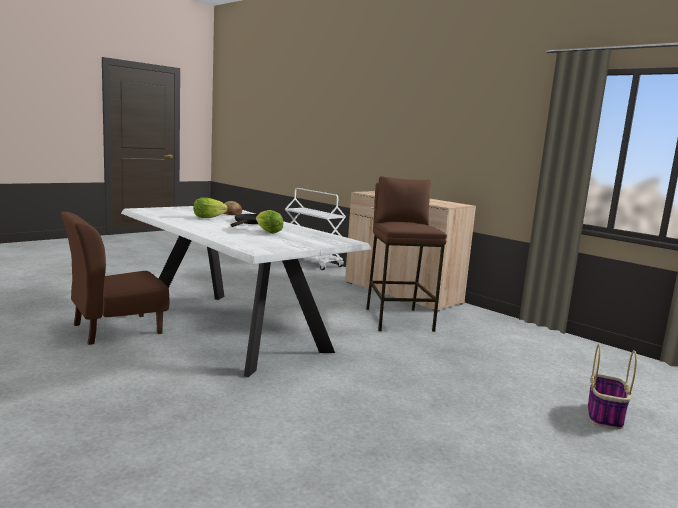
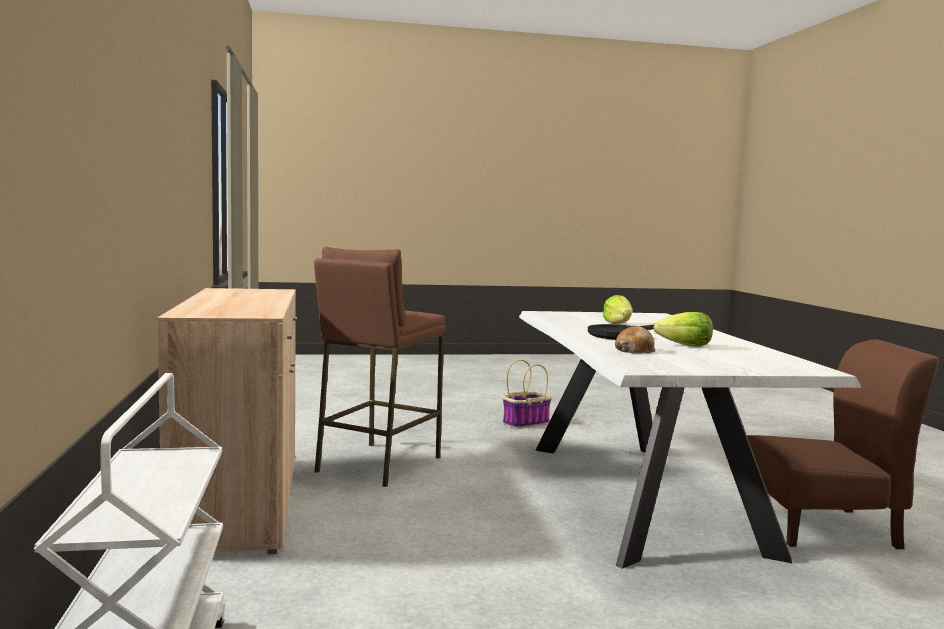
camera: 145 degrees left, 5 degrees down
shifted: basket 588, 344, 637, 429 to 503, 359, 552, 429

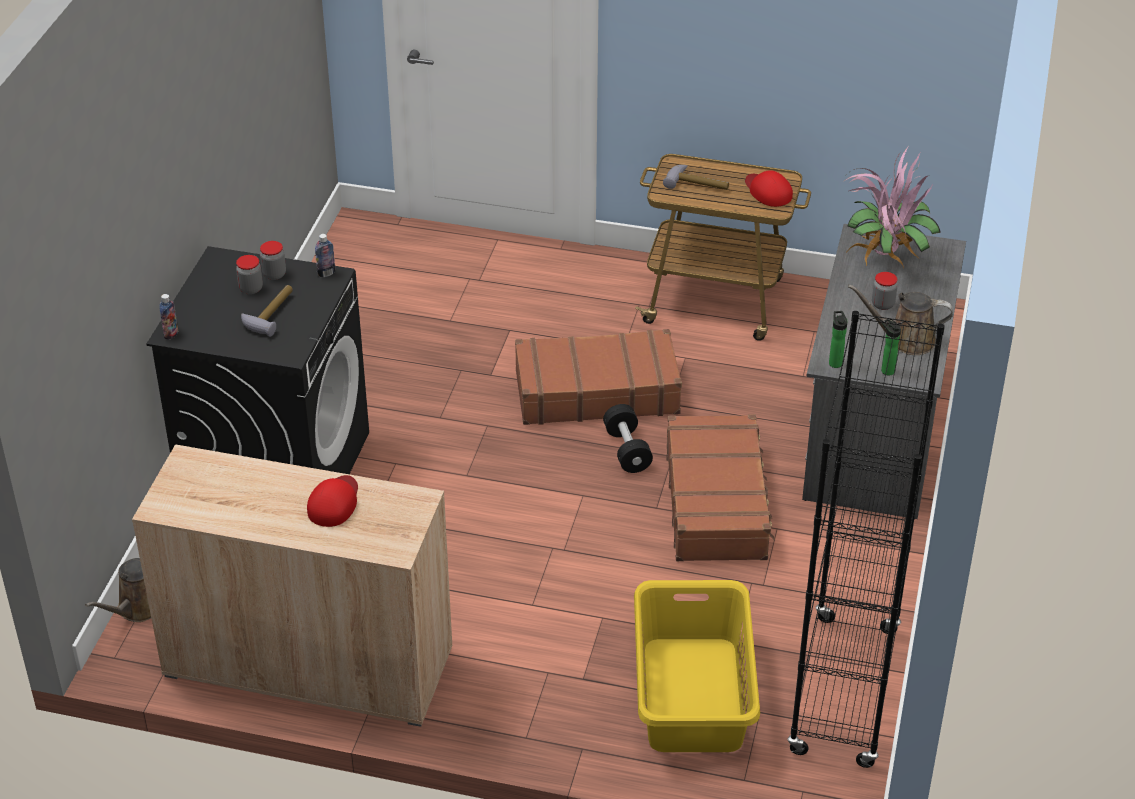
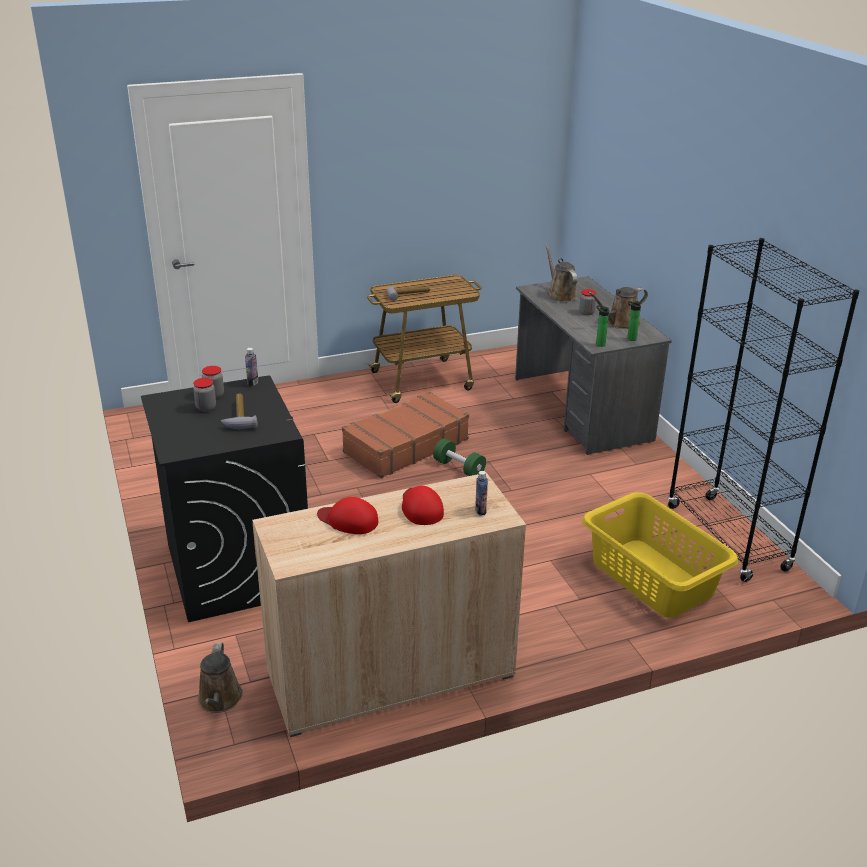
camera: 35 degrees left, 10 degrees down
gone: suitcase/brown 667, 414, 775, 561
shifted: cap/red 745, 170, 793, 207 to 317, 497, 378, 534; bottle 159, 294, 178, 340 to 475, 471, 488, 516
swapped: potted plant 843, 147, 941, 268 to watering can/brown 545, 244, 577, 302
repainted: dumbbell/black 603, 404, 653, 473 to dumbbell/green 433, 438, 486, 476

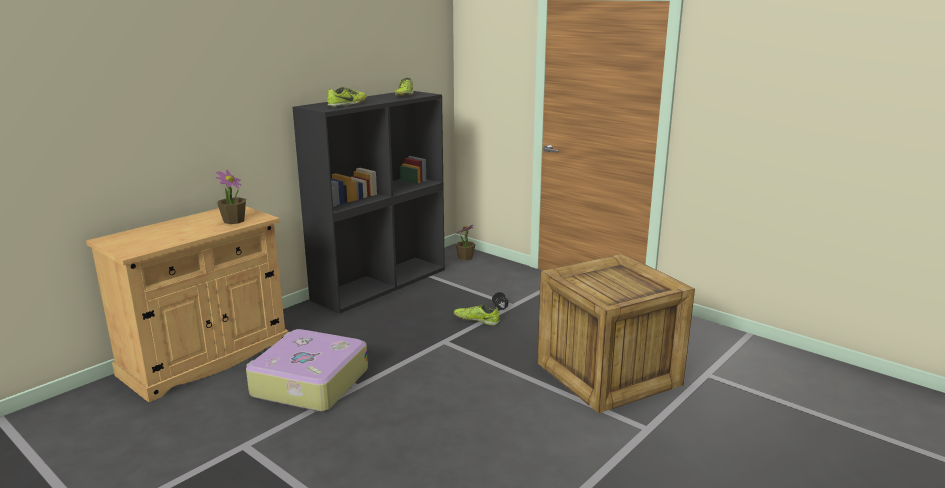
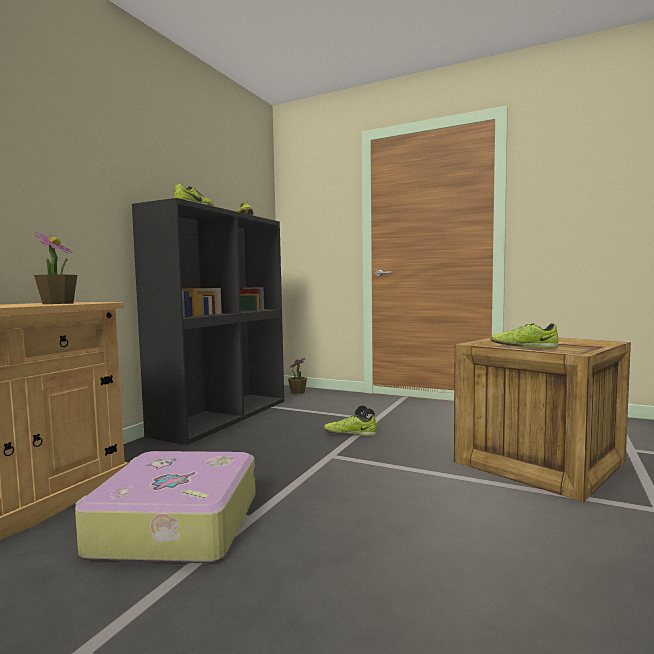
camera: 15 degrees left, 15 degrees down
new: shoe 490, 323, 558, 348

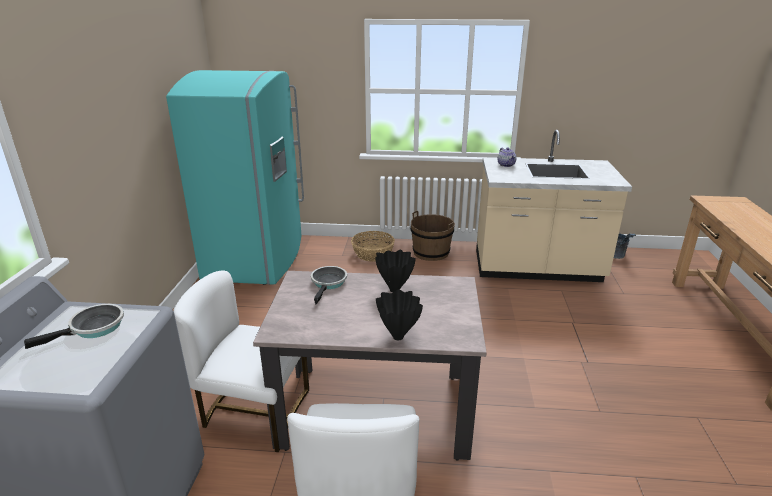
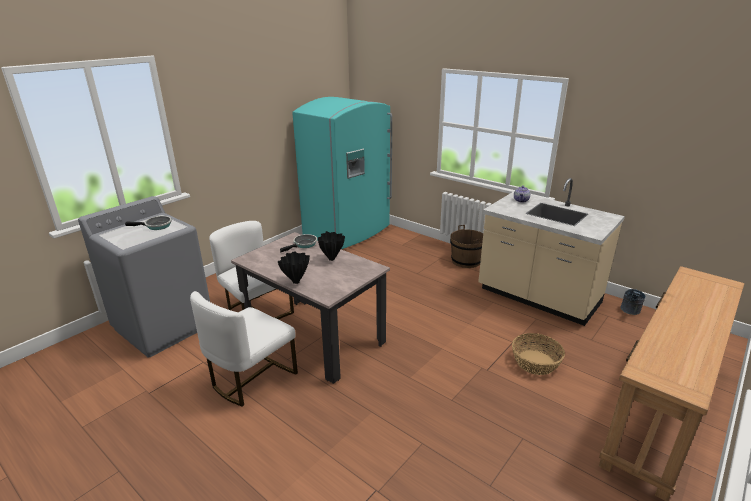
camera: 35 degrees right, 0 degrees up
shifted: basket 351, 231, 395, 262 to 512, 333, 565, 375

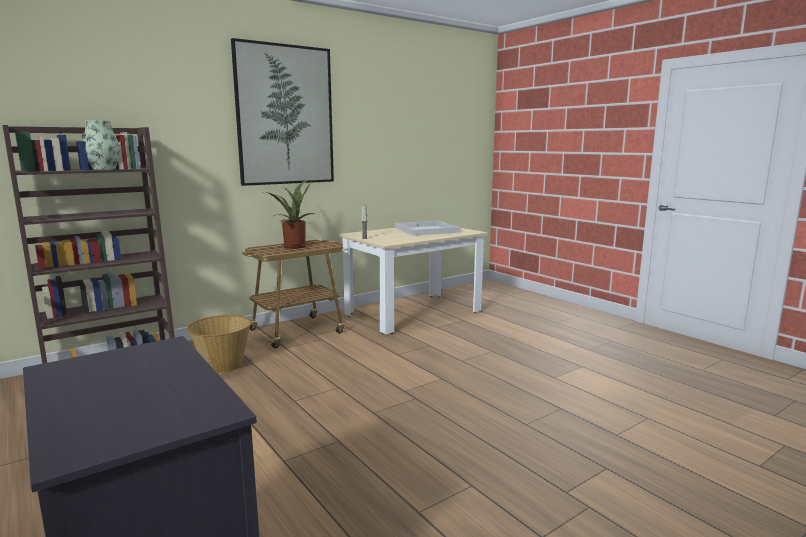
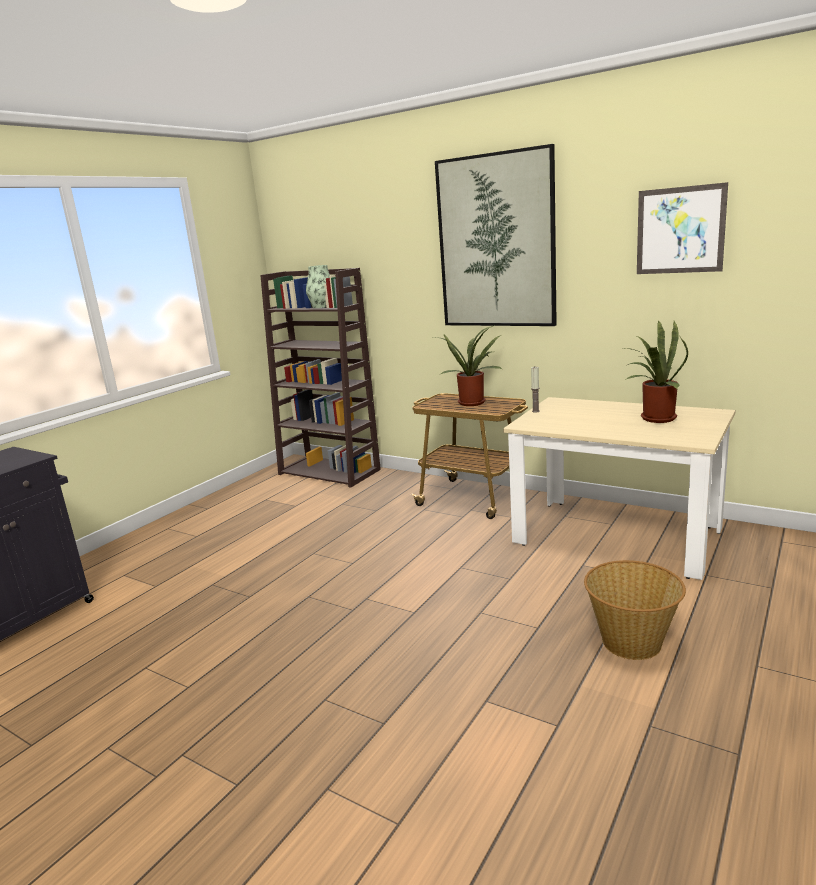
camera: 70 degrees right, 5 degrees up
new: picture 637, 182, 728, 274
shifted: basket 187, 315, 252, 373 to 584, 560, 686, 660
swapped: tray/white 395, 221, 461, 236 to potted plant 625, 321, 688, 423

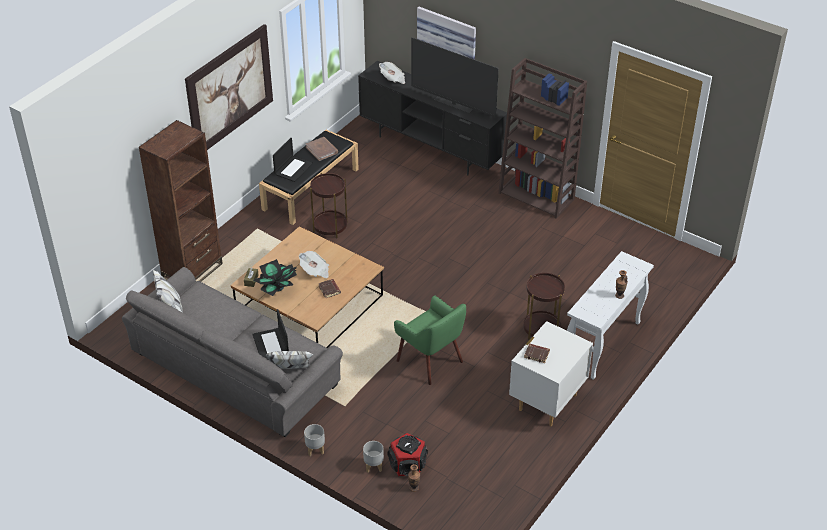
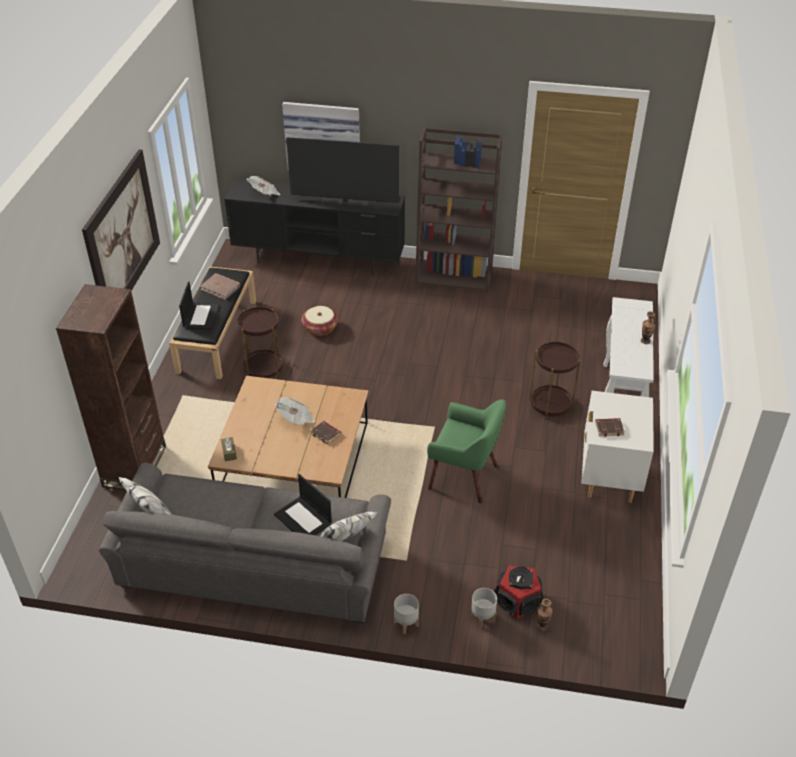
camera: 25 degrees left, 0 degrees up
gone: potted plant 253, 259, 297, 296
new: basket 302, 306, 338, 336

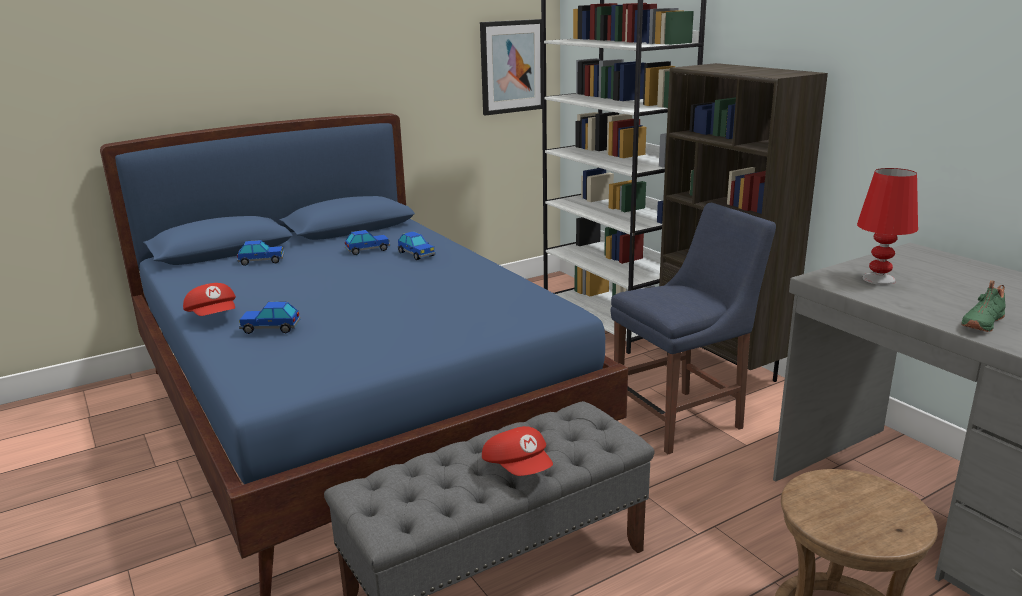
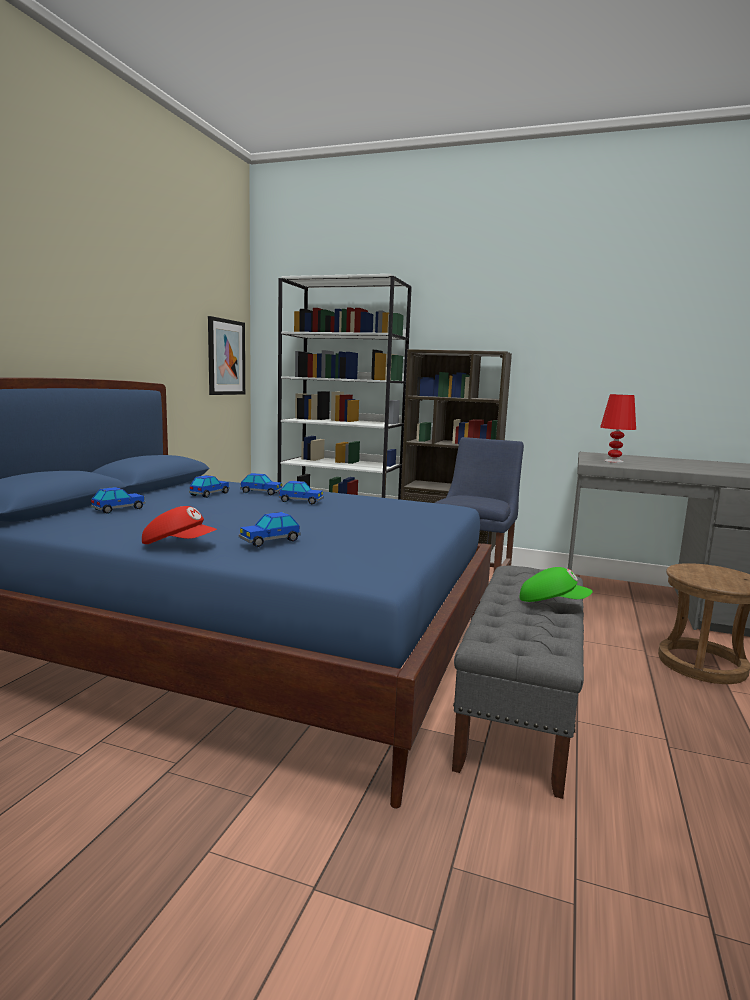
camera: 40 degrees left, 10 degrees down
gone: shoe/green 961, 280, 1006, 332
new: toy car 279, 481, 324, 505
repainted: cap/red 482, 426, 553, 476 to cap/green 519, 567, 593, 602

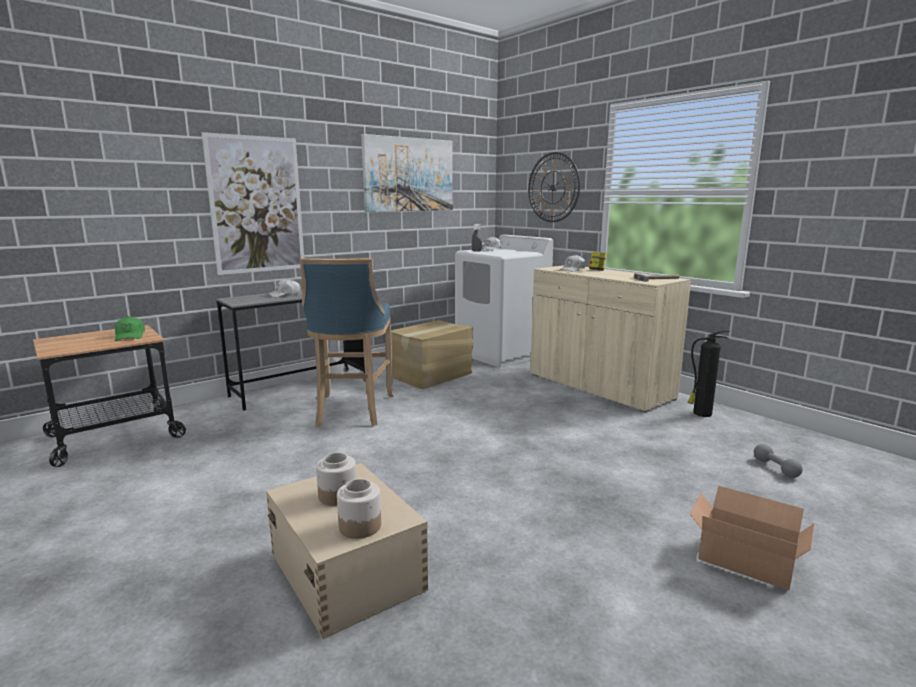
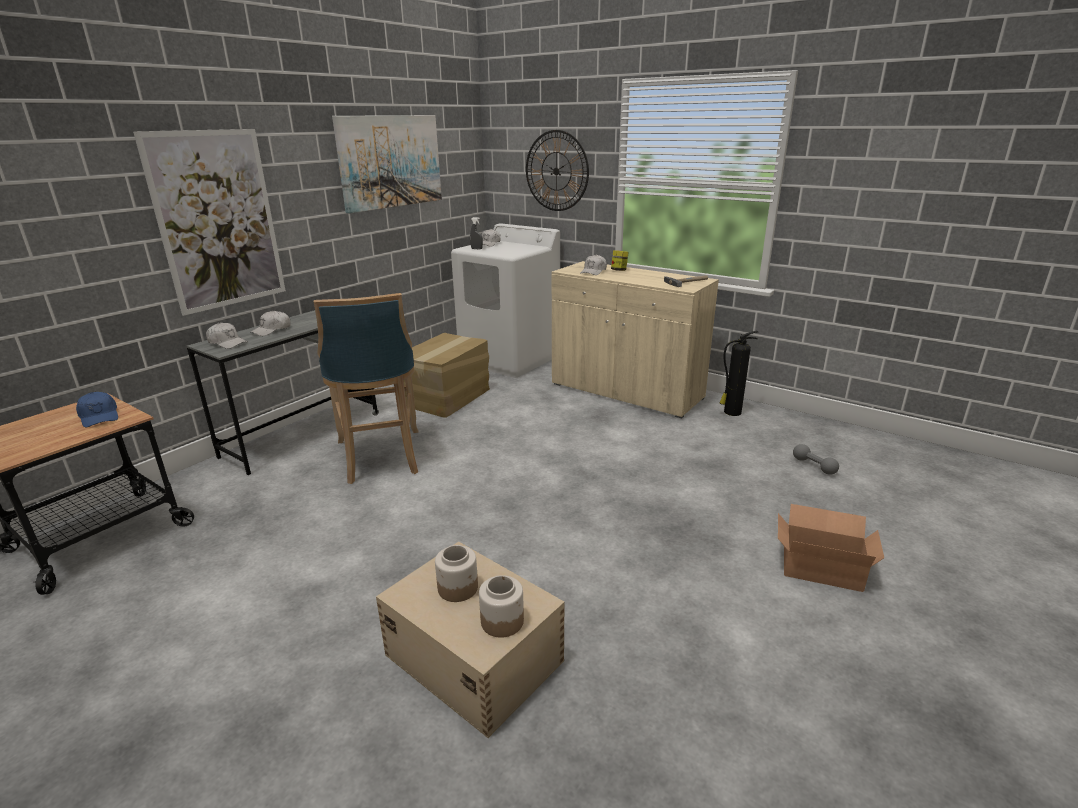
camera: 15 degrees left, 10 degrees up
new: cap/white 206, 323, 248, 349
repainted: cap/green 115, 316, 145, 341 to cap/blue 76, 392, 118, 427

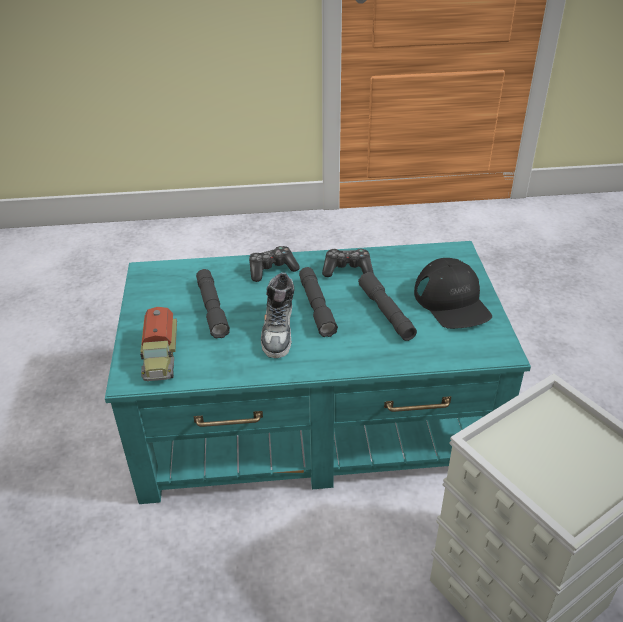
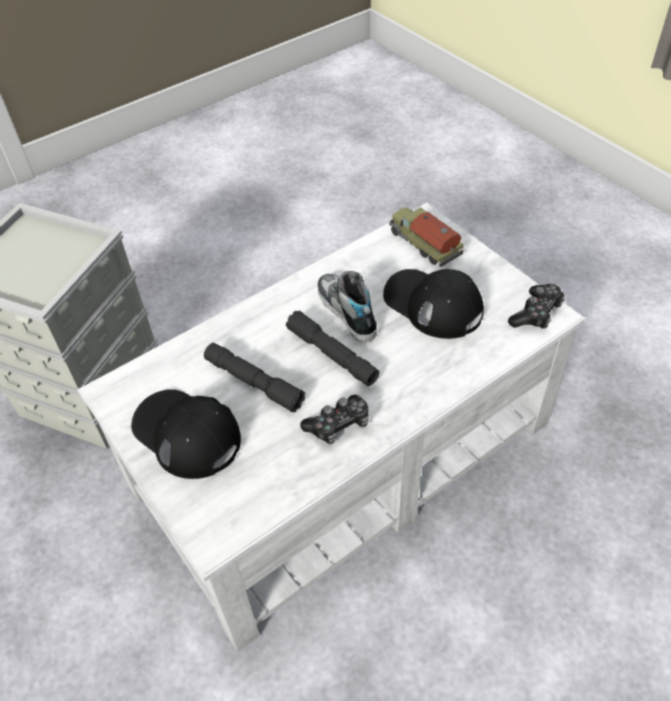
camera: 150 degrees right, 10 degrees up
shifted: game controller 249, 246, 300, 282 to 508, 284, 565, 329
swapped: flashlight/grey 196, 269, 230, 338 to cap/black 383, 269, 484, 339
repainted: coffee table/turquoise 105, 241, 531, 504 to coffee table/white 77, 203, 585, 652

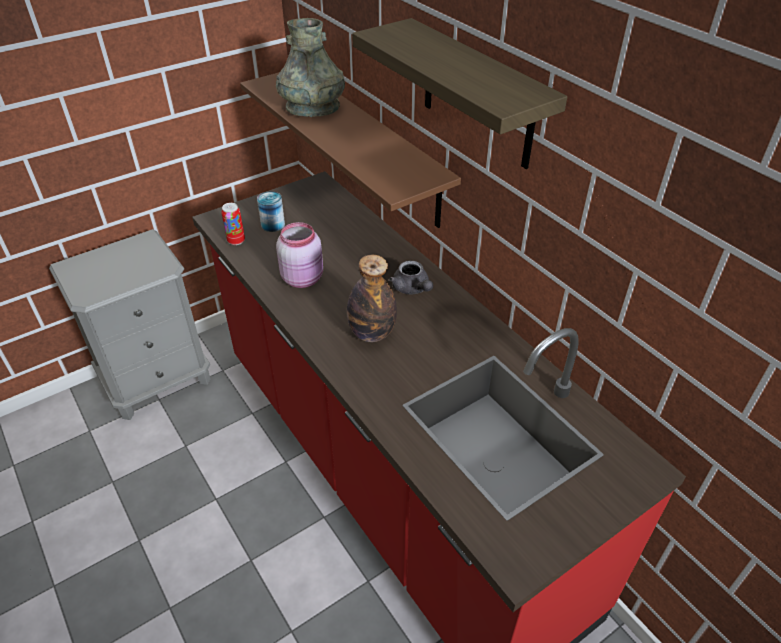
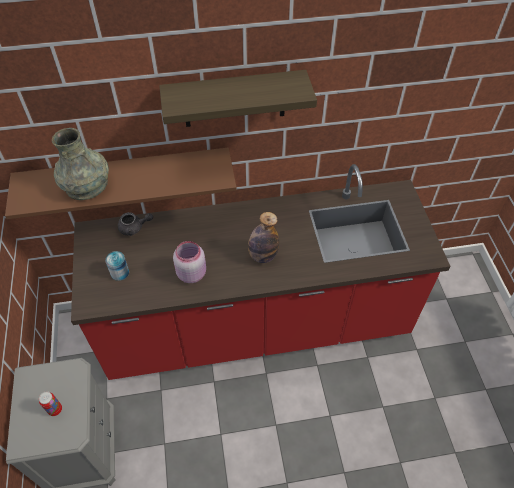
camera: 65 degrees left, 10 degrees up
shifted: can 221, 203, 245, 245 to 39, 391, 62, 416; teapot/grey 389, 261, 433, 295 to 118, 212, 153, 236

